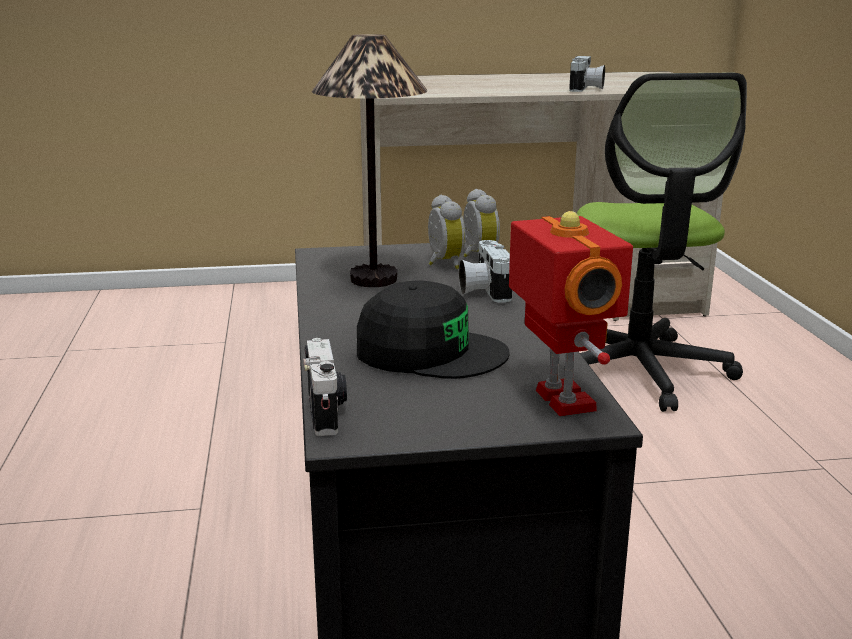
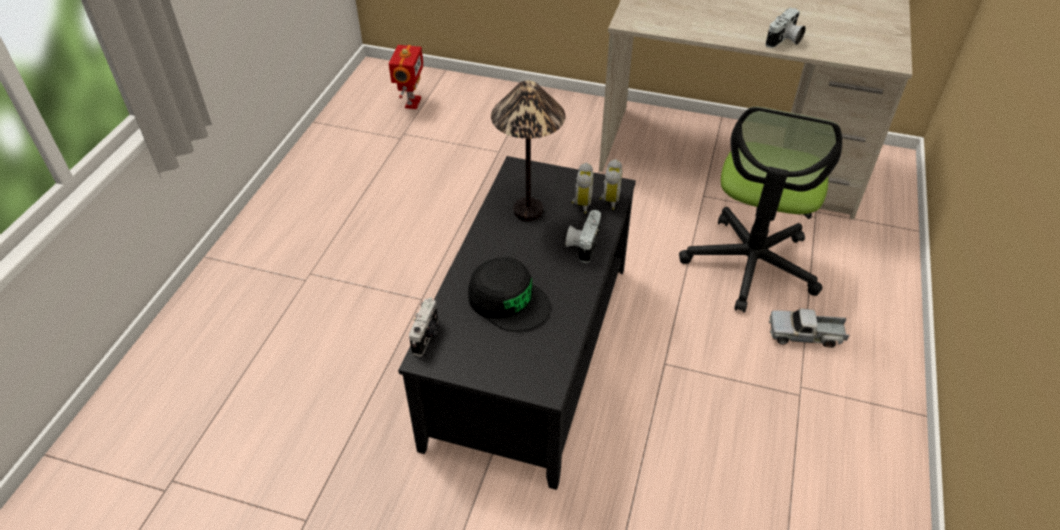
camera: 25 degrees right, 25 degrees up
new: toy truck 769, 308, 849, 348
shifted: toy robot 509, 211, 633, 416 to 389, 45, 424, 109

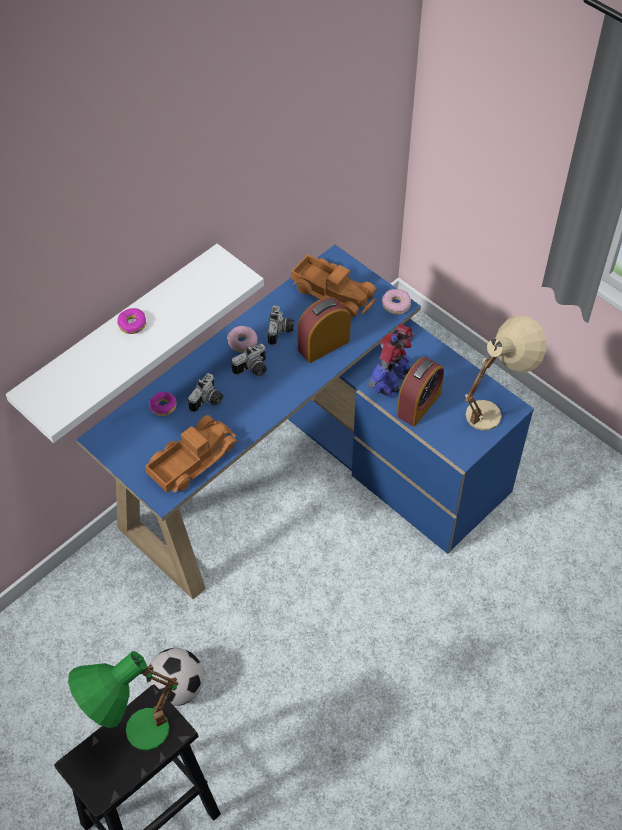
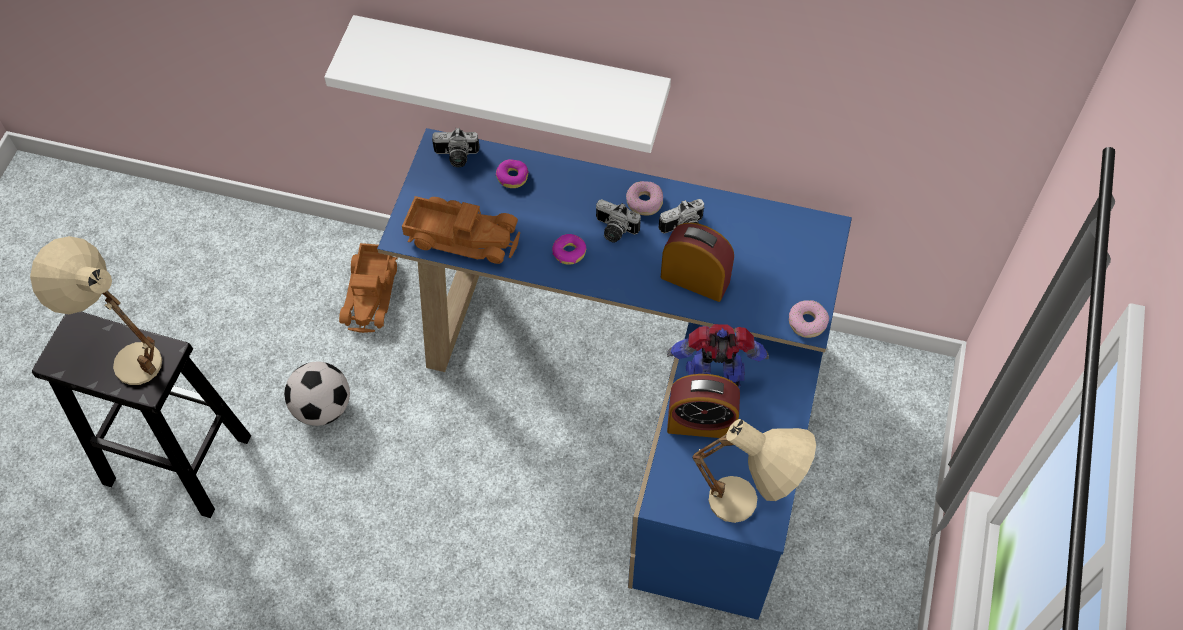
camera: 60 degrees right, 5 degrees up
shifted: toy truck 291, 254, 376, 317 to 339, 243, 398, 333; photo camera 188, 373, 223, 412 to 432, 128, 480, 167; donut 118, 308, 146, 334 to 552, 234, 586, 265
repainted: table lamp/green 68, 651, 179, 751 to table lamp/beige 30, 236, 162, 385

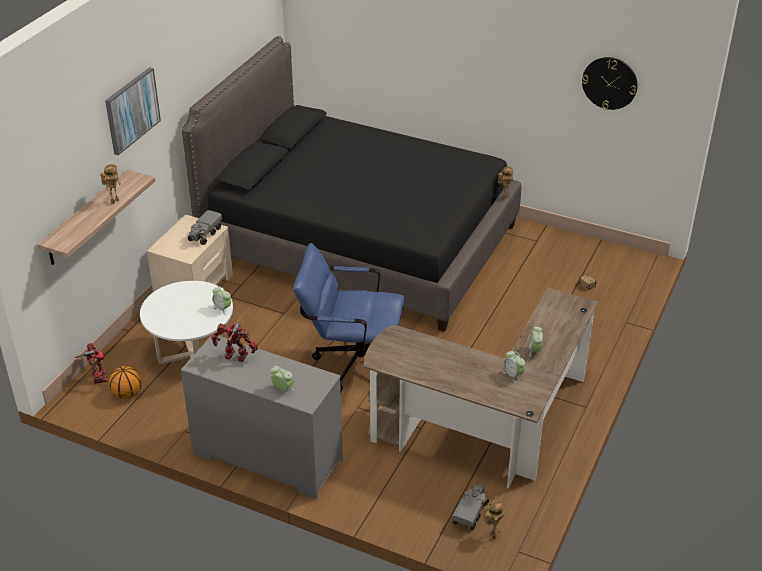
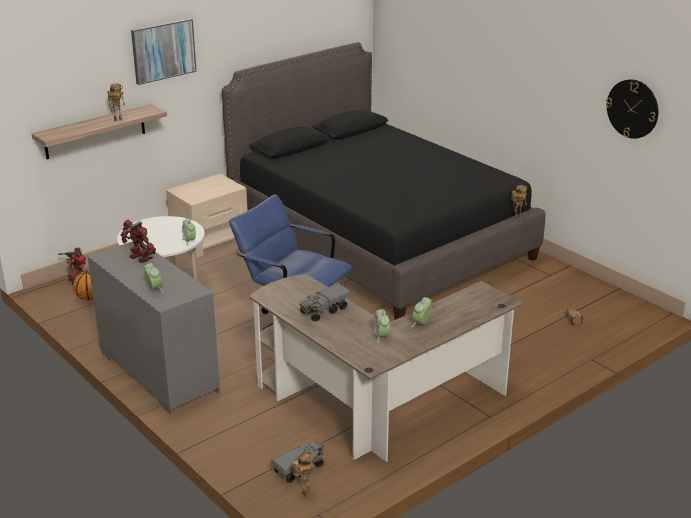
camera: 25 degrees right, 10 degrees down
shifted: toy truck 188, 210, 222, 245 to 299, 283, 350, 322

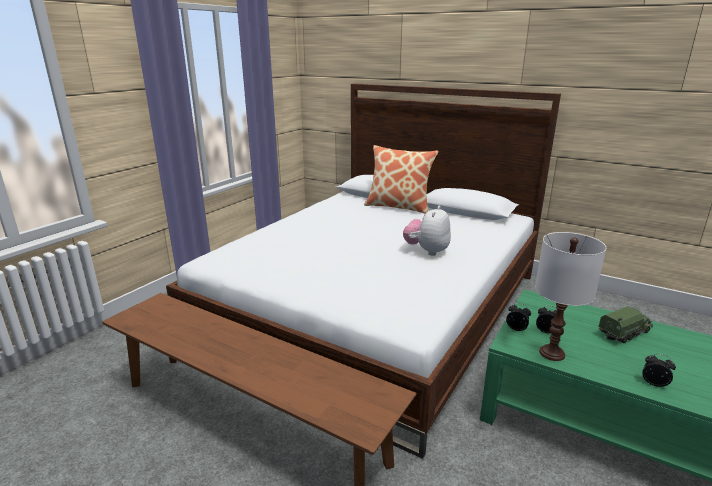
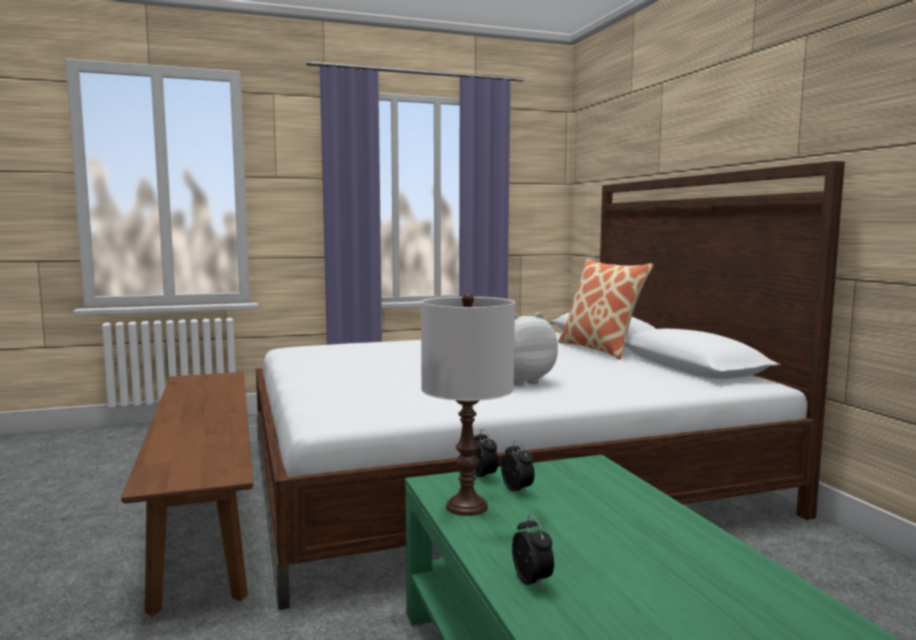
camera: 40 degrees right, 15 degrees down
gone: toy truck 598, 306, 653, 343

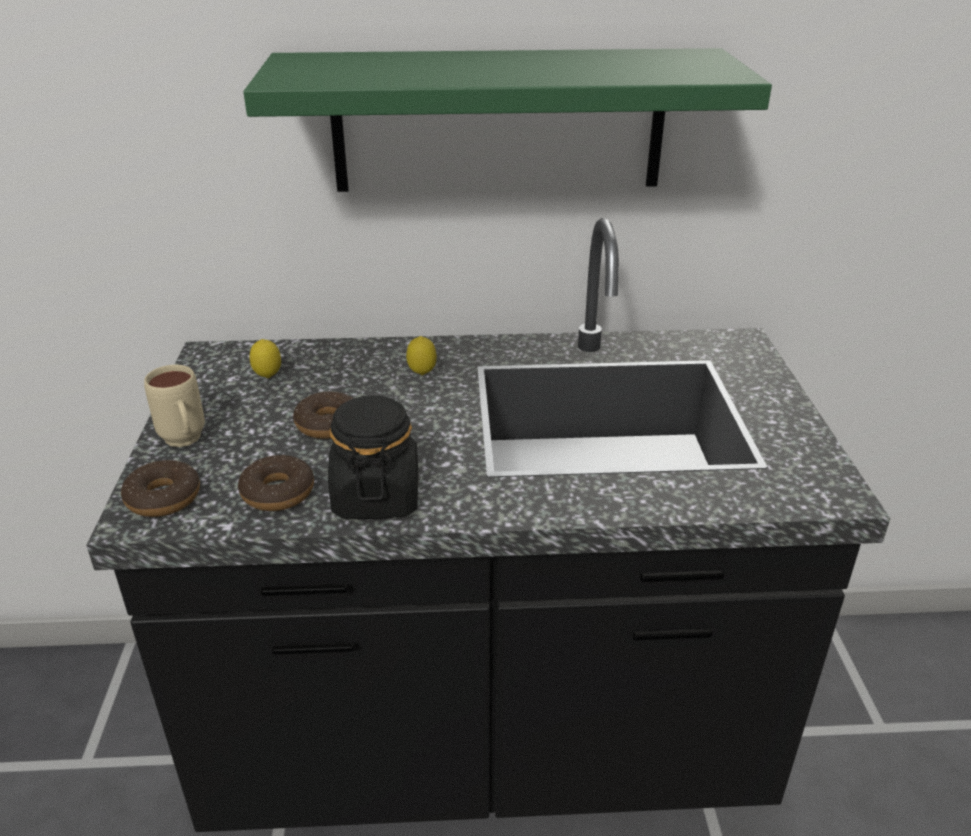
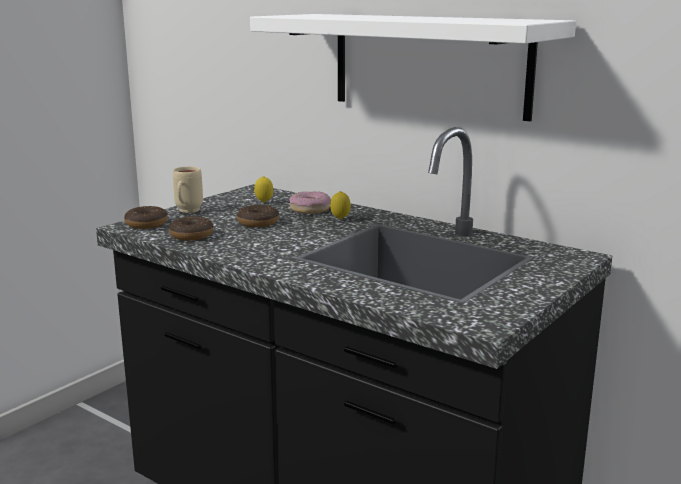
camera: 40 degrees right, 15 degrees down
gone: jar/black 328, 395, 418, 519
new: donut 289, 191, 331, 214
repainted: shelf/green 244, 48, 772, 192 to shelf/white 250, 14, 576, 121

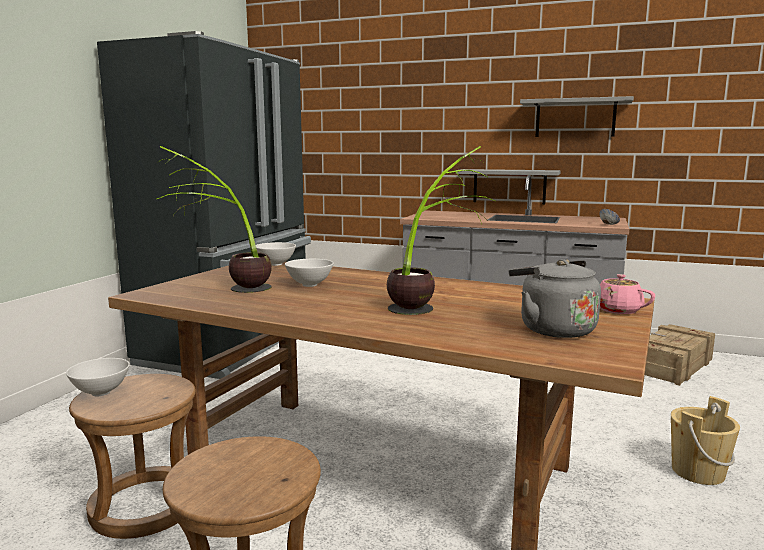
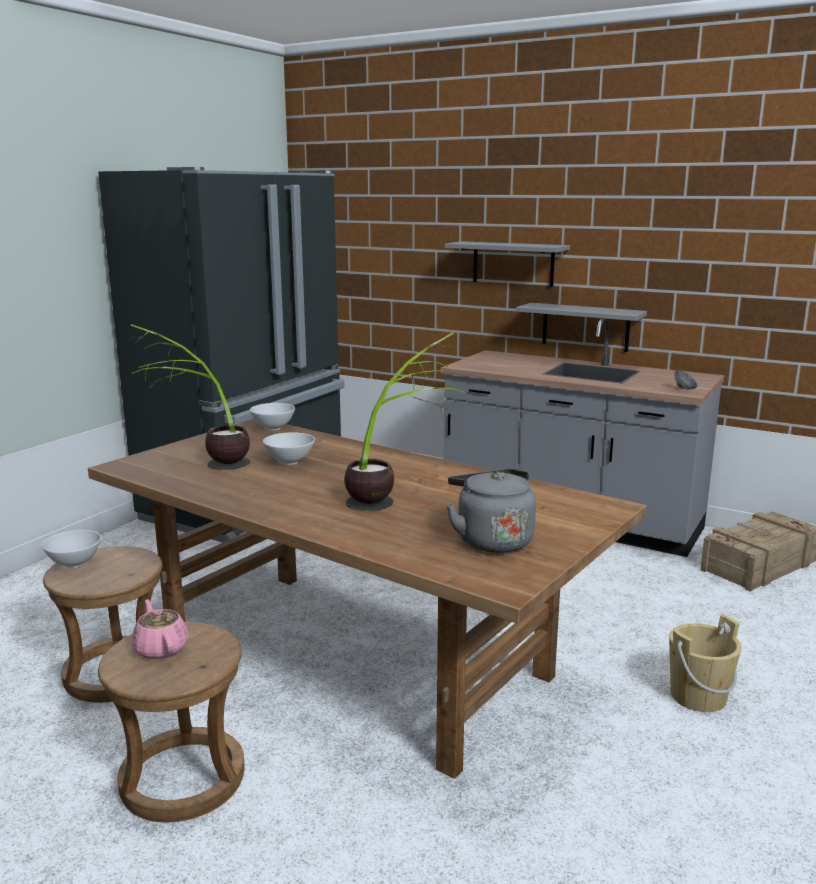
camera: 10 degrees right, 5 degrees up
shifted: teapot/pink 600, 274, 655, 314 to 132, 599, 189, 659; shelf/grey 520, 96, 634, 137 to 445, 241, 570, 287

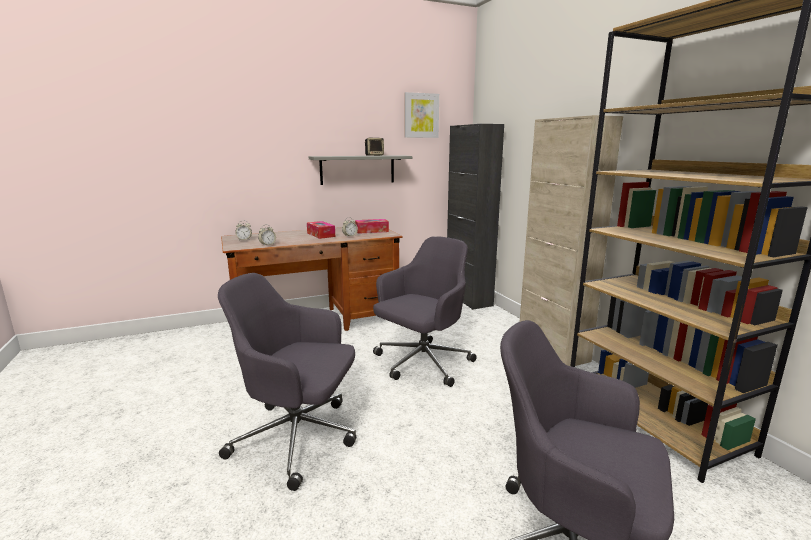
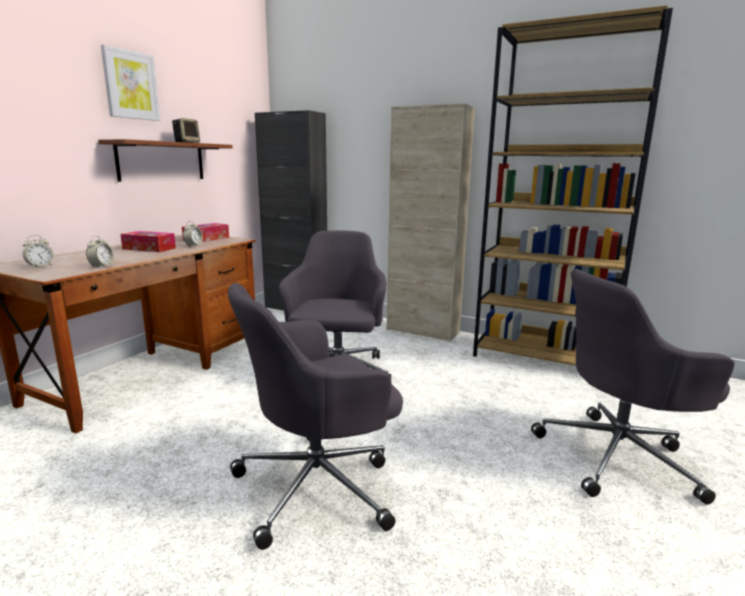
camera: 40 degrees left, 0 degrees up
shifted: picture 405, 92, 439, 138 to 101, 45, 160, 121
repainted: shelf/grey 309, 155, 412, 185 to shelf/brown 98, 139, 233, 182

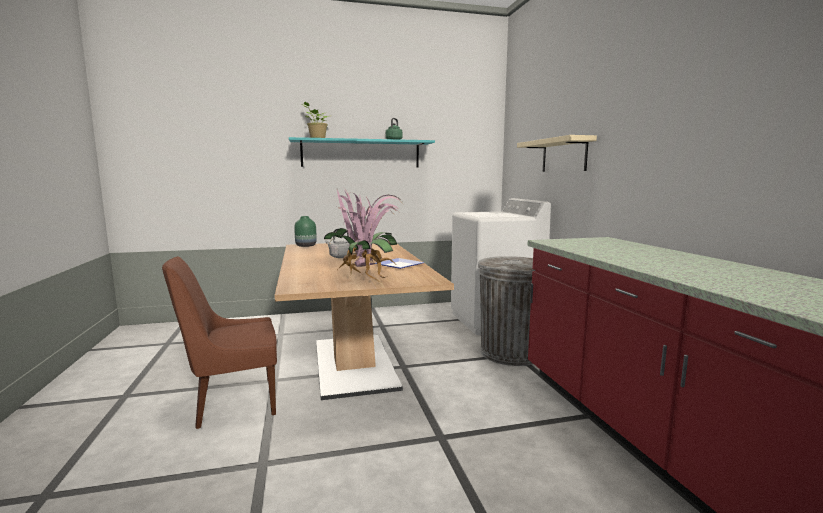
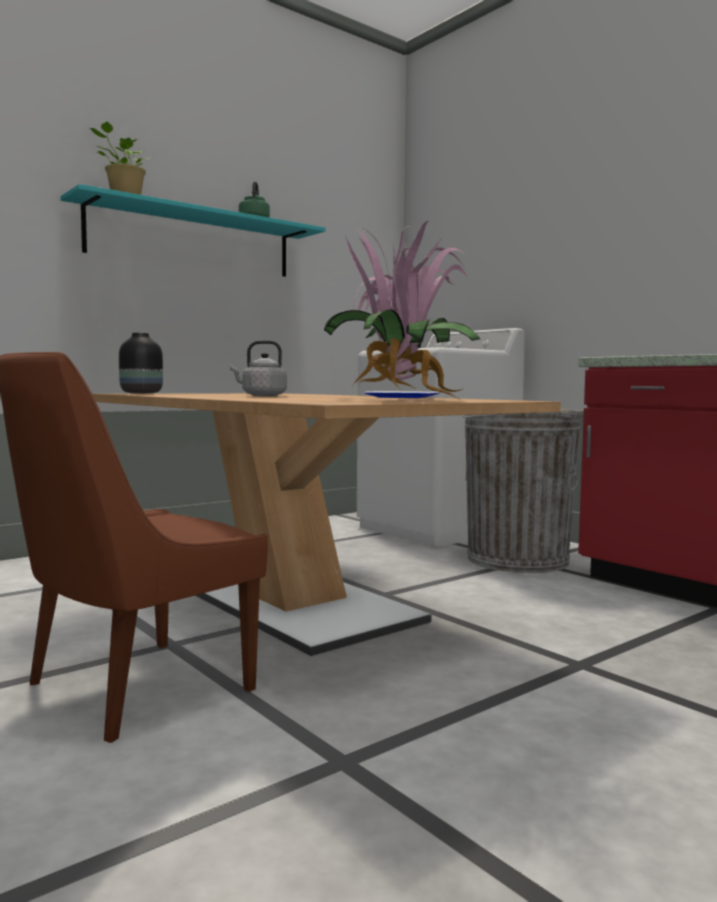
camera: 25 degrees left, 5 degrees down
gone: shelf/beige 517, 135, 597, 172
repainted: vase/green 294, 216, 317, 247 to vase/black 119, 333, 163, 394

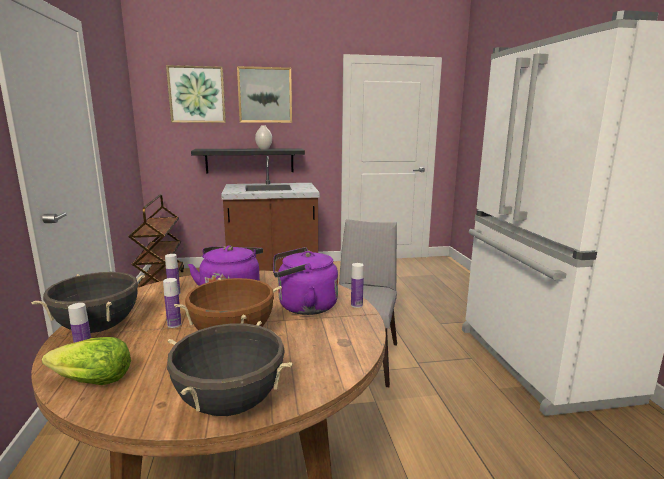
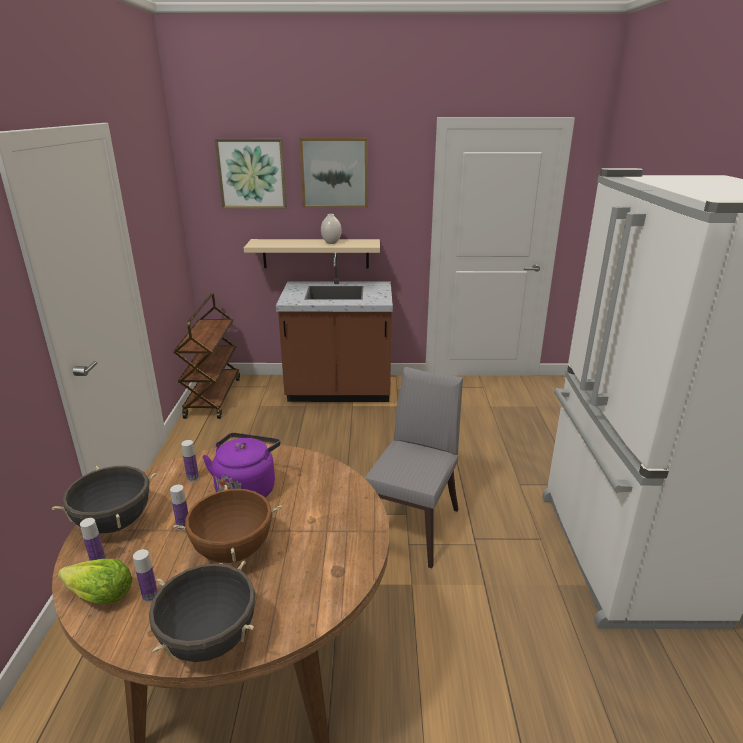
camera: 10 degrees right, 10 degrees up
gone: kettle/purple 273, 247, 338, 315
shifted: bottle 351, 263, 364, 308 to 133, 549, 158, 602
repainted: shelf/black 191, 148, 305, 173 to shelf/beige 244, 239, 380, 268

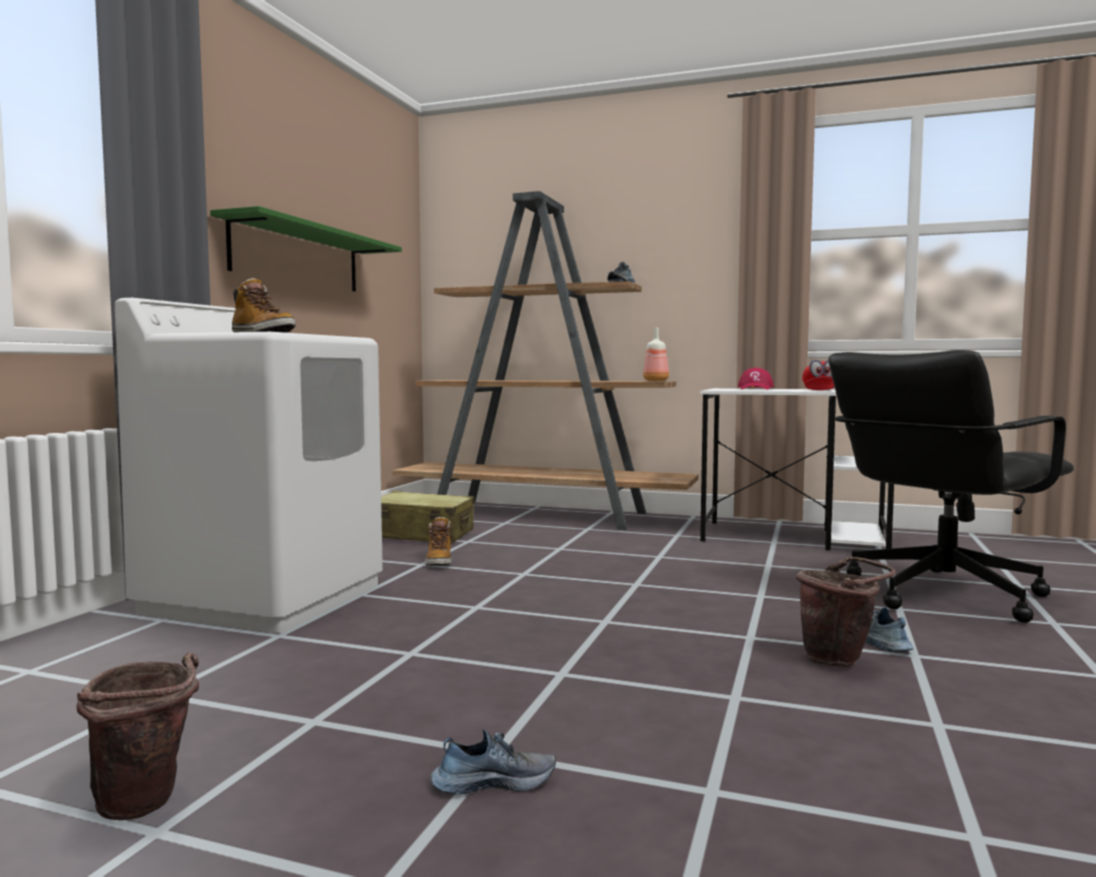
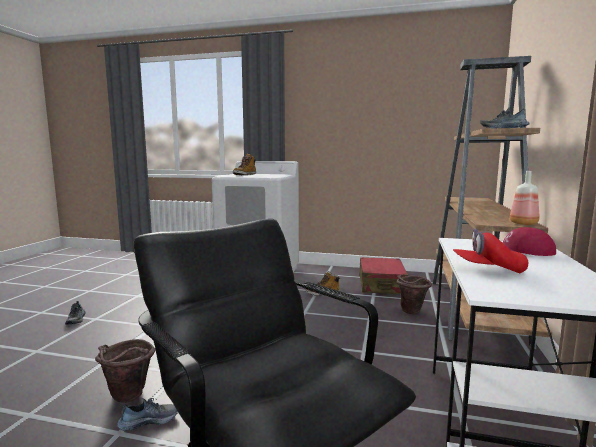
camera: 85 degrees right, 5 degrees up
gone: shelf/green 210, 206, 402, 291
shifted: bucket/brown 76, 652, 199, 820 to 396, 275, 432, 314
repainted: suitcase/beige 381, 491, 474, 543 to suitcase/red 359, 257, 408, 294

